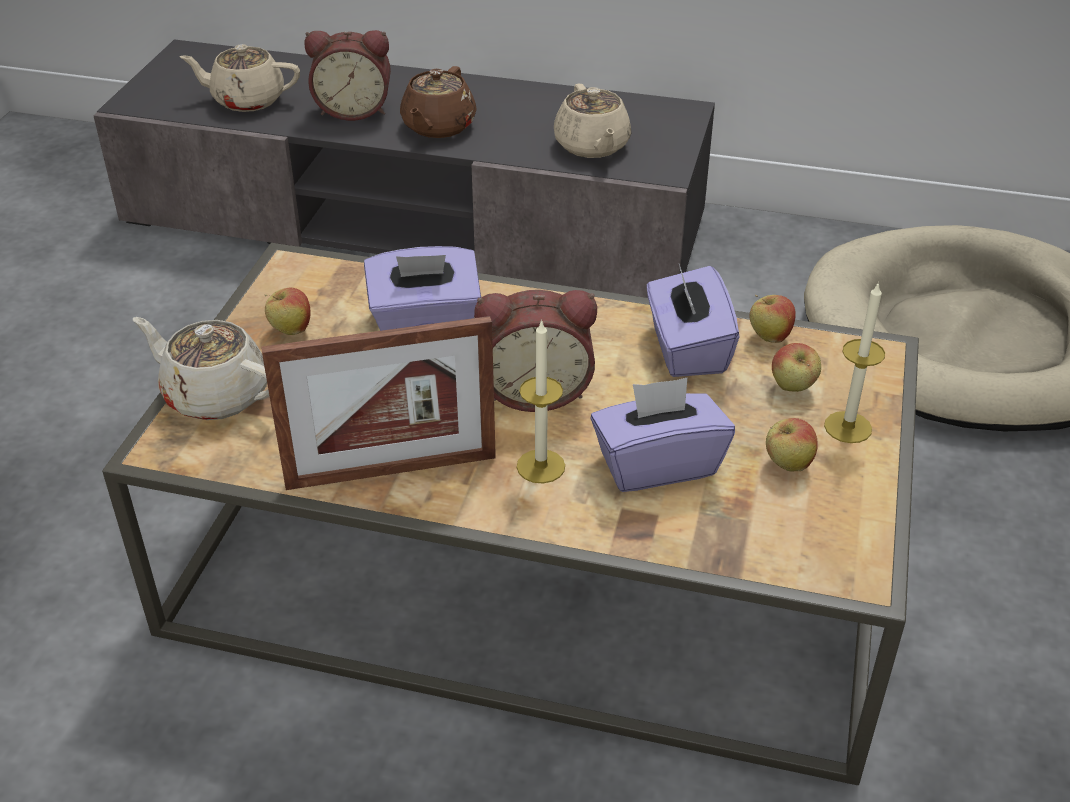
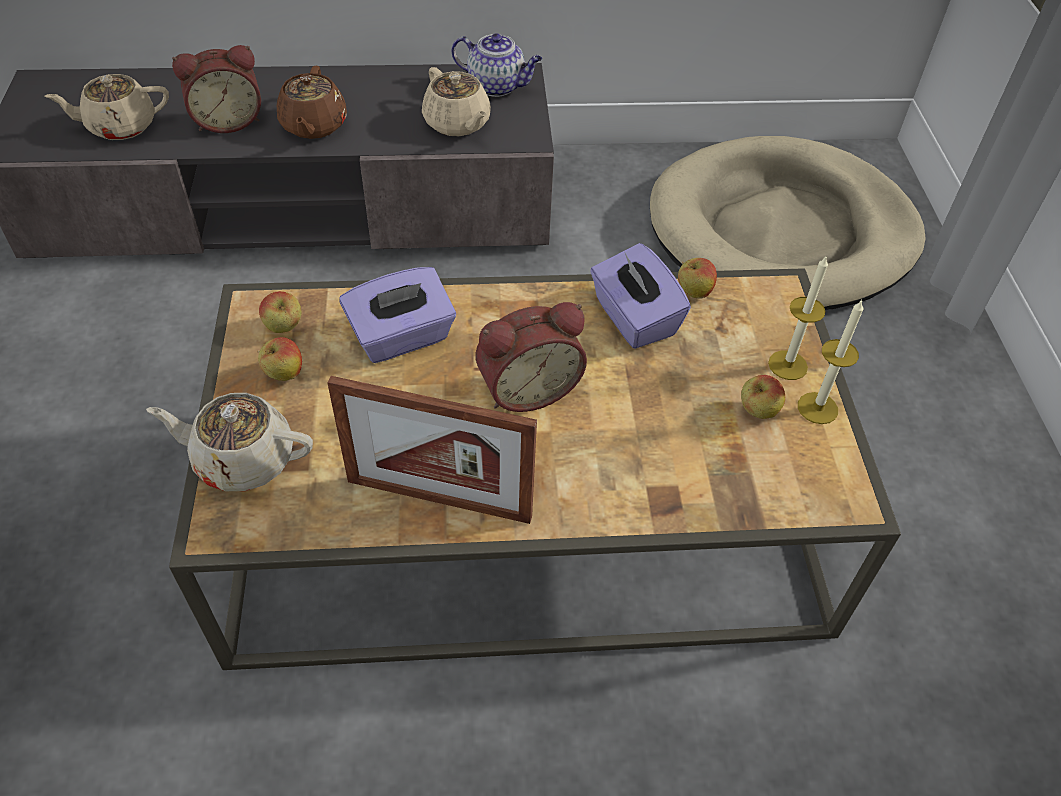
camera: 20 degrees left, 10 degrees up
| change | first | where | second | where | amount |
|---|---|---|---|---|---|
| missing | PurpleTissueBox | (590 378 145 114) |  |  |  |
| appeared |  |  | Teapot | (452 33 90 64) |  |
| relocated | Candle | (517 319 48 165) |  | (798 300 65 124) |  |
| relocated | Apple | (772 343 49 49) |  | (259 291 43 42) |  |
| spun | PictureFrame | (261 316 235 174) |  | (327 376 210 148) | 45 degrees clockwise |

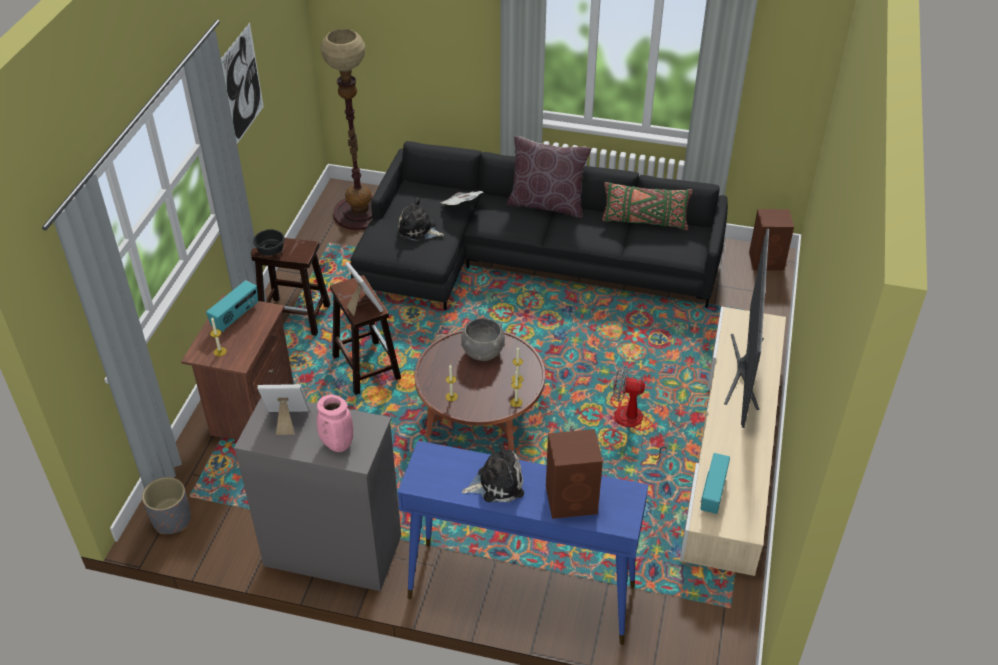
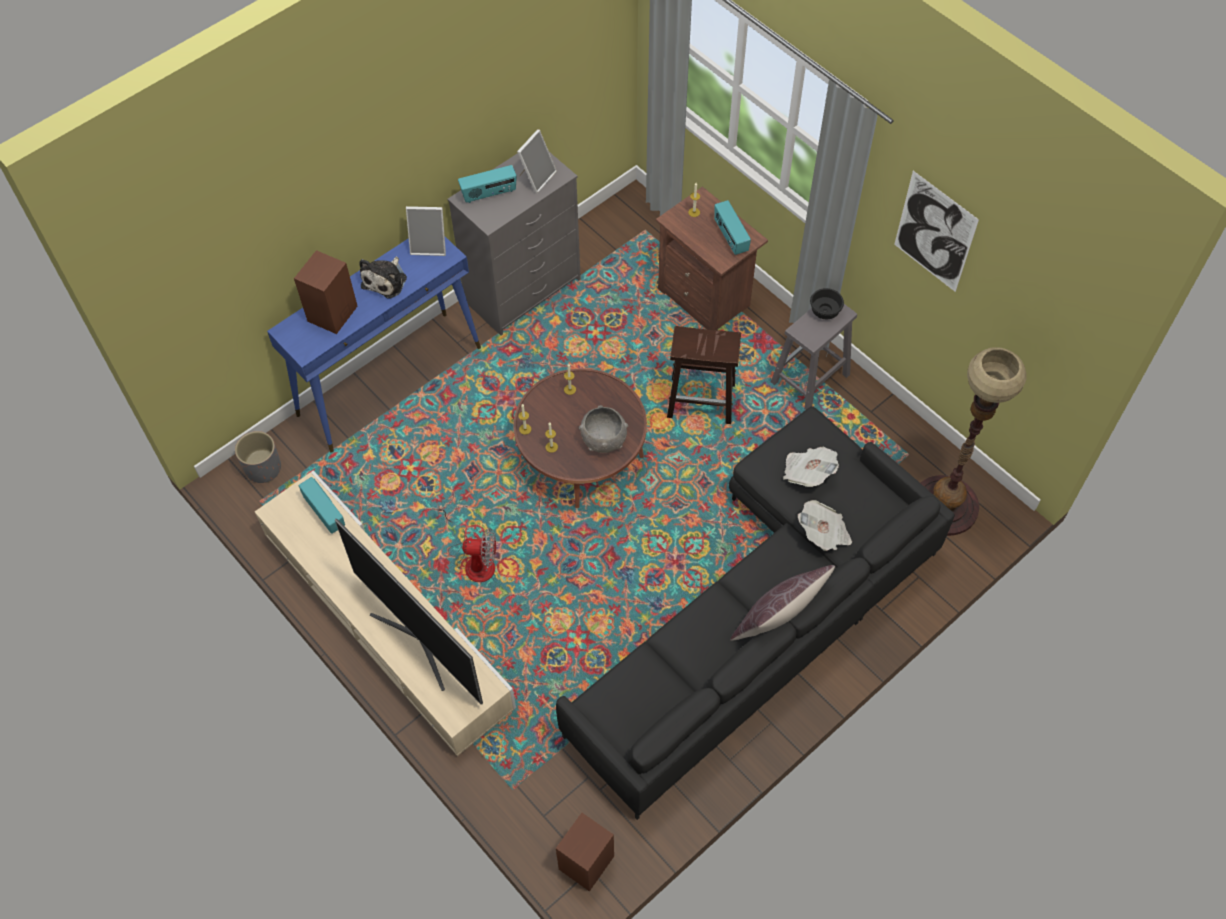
camera: 125 degrees right, 15 degrees up
| change | first | where | second | where | amount |
|---|---|---|---|---|---|
| missing | GreenPillow | (602 182 91 48) |  |  |  |
| relocated | GreyPlanter | (142 477 49 57) |  | (235 431 46 52) |  |
| relocated | PictureFrame | (345 262 38 54) |  | (406 206 40 50) |  |
| exchanged | PinkVase | (317 395 36 57) | Radio | (458 165 59 38) |  |
| exchanged | PlushToy | (397 198 47 43) | Newspaper | (783 447 56 40) |  |
| colour | BrownStool | (251 238 79 98) | GreyStool | (771 304 86 106) |  |
| spun | Fan | (613 366 55 94) |  | (437 504 59 78) | 45 degrees clockwise |

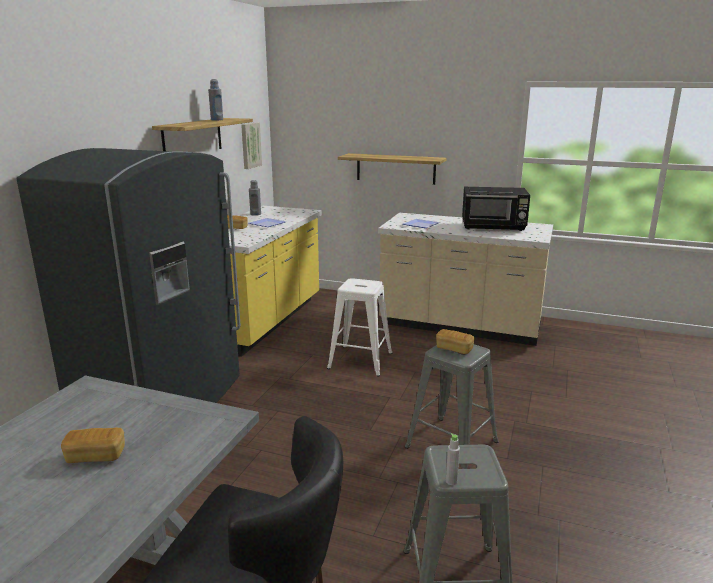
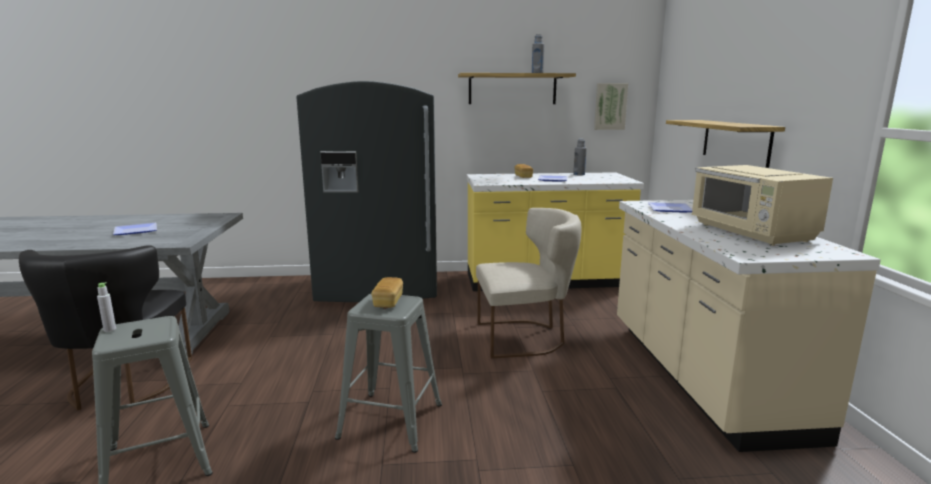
camera: 65 degrees right, 5 degrees down
| change | first | where | second | where | amount |
|---|---|---|---|---|---|
| exchanged | Bread | (61 427 64 36) | Plate | (113 223 44 12) |  |
| exchanged | WhiteStool | (327 278 65 98) | BeigeChair | (476 208 106 150) |  |
| colour | BlackMicrowave | (462 187 68 44) | BeigeMicrowave | (691 165 142 81) |  |

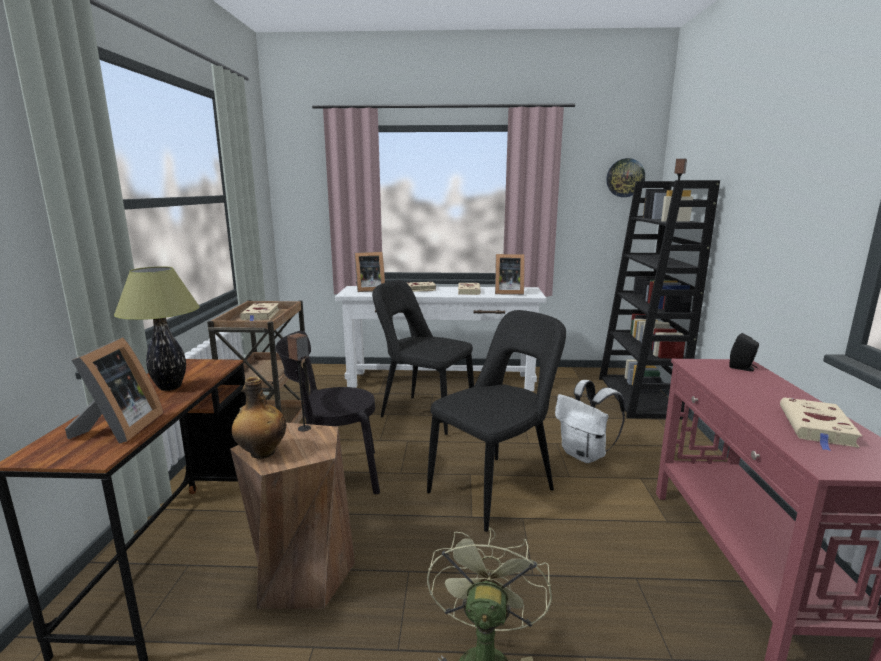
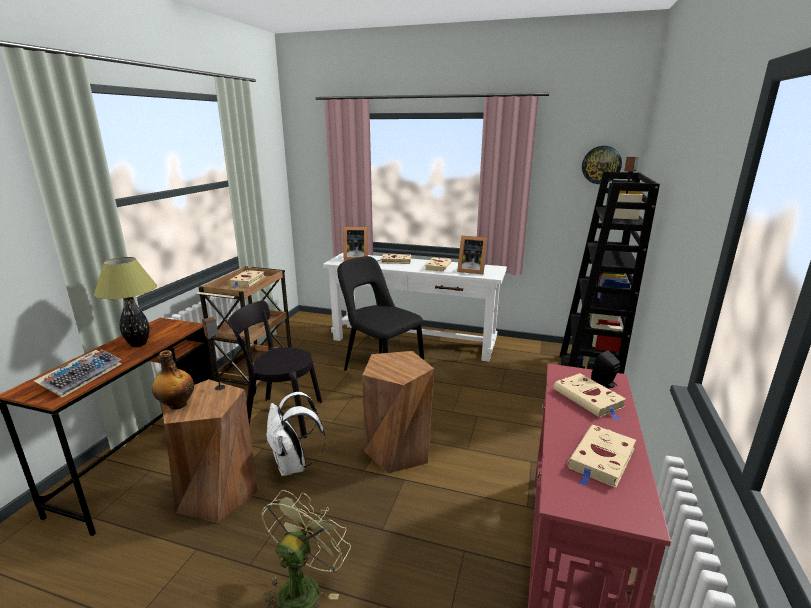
camera: 15 degrees right, 5 degrees up
| change | first | where | second | where | amount |
|---|---|---|---|---|---|
| appeared |  |  | BeigeBook | (553 373 73 48) |  |
| relocated | WhiteBackpack | (555 380 70 83) |  | (267 392 59 84) |  |
| exchanged | PictureFrame | (65 337 98 107) | Keyboard | (34 349 87 49) |  |
| exchanged | BlackChair | (427 310 139 222) | BrownStool | (362 351 72 122) |  |

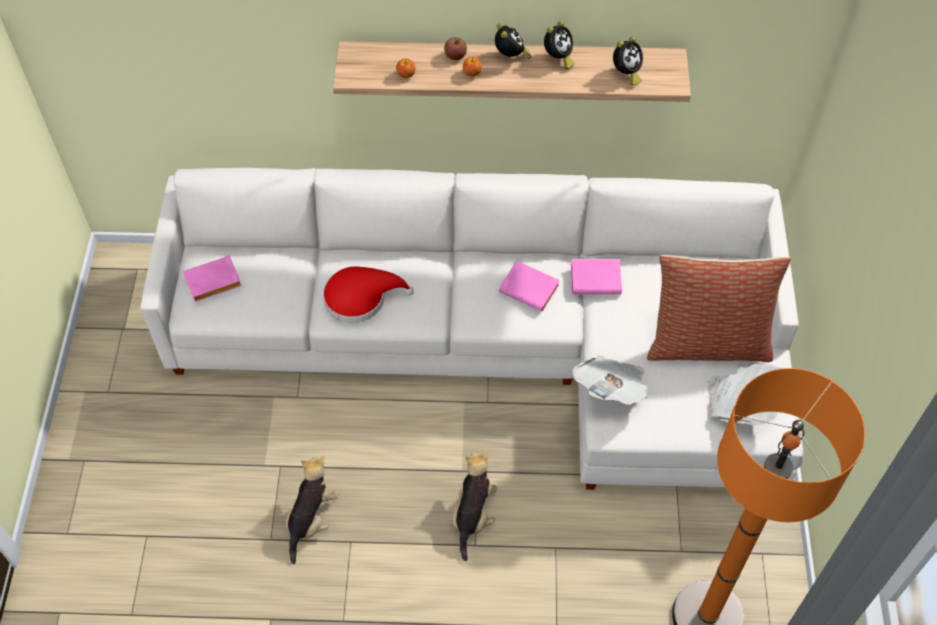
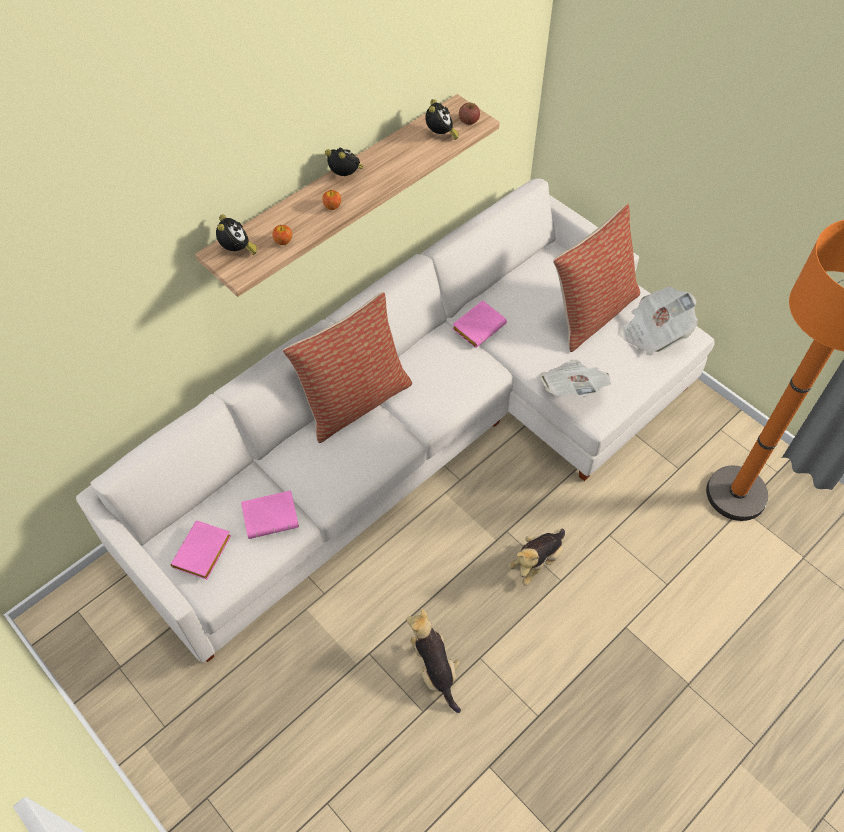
camera: 45 degrees left, 0 degrees up
| change | first | where | second | where | amount |
|---|---|---|---|---|---|
| missing | RedHat | (323 267 91 56) |  |  |  |
| appeared |  |  | Pillow | (283 292 129 151) |  |
| relocated | Apple | (444 37 23 23) |  | (459 103 21 22) |  |
| relocated | PinkBook | (499 261 61 51) |  | (241 490 58 49) |  |
| relocated | AlarmClock | (544 21 31 48) |  | (216 215 41 40) |  |
| spun | PlushToy | (453 450 44 111) |  | (508 528 57 58) | 105 degrees counterclockwise |

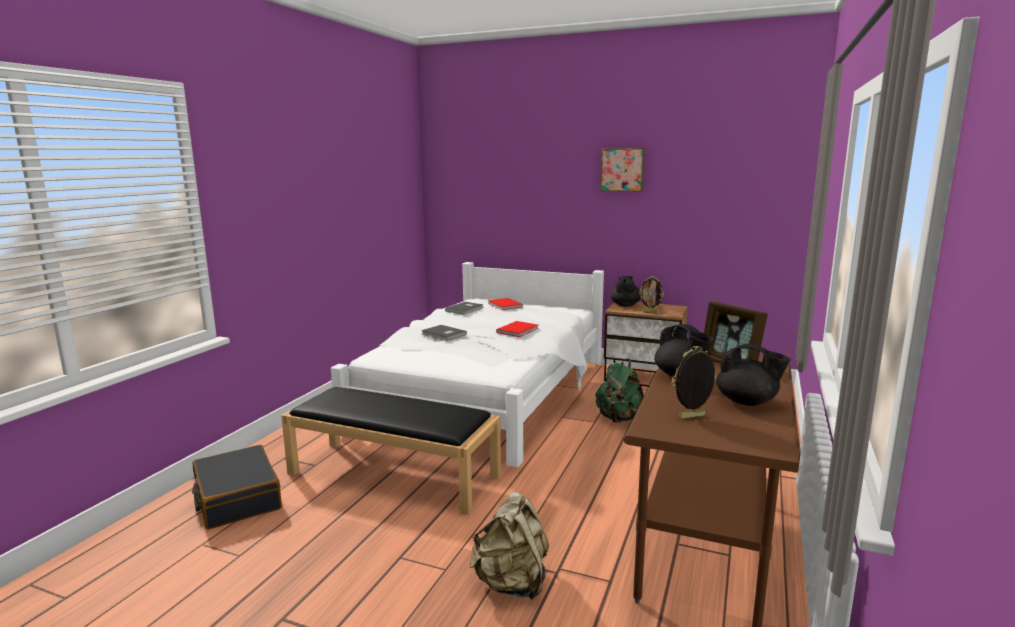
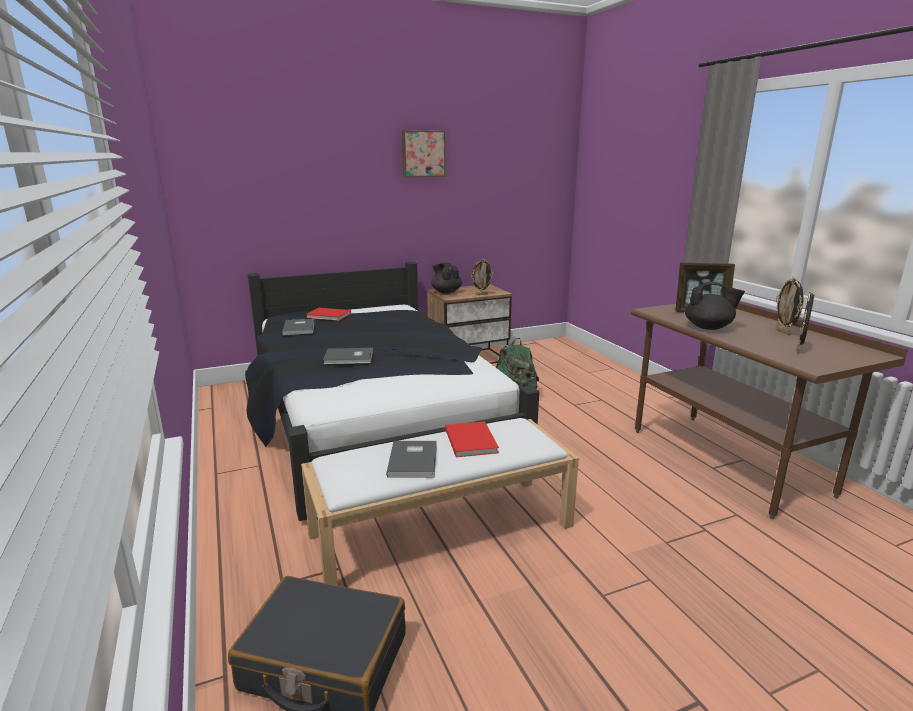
camera: 45 degrees left, 5 degrees up
| change | first | where | second | where | amount |
|---|---|---|---|---|---|
| missing | BeigeBackpack | (470 492 79 108) |  |  |  |
| appeared |  |  | GreyBook | (386 441 51 37) |  |
| relocated | RedBook | (496 321 43 16) |  | (445 421 54 36) |  |
| exchanged | BlackTeapot | (716 344 75 62) | PictureFrame | (776 277 28 59) |  |
| colour | BlackBench | (281 387 220 128) | WhiteBench | (301 418 278 168) |  |
| colour | WhiteBed | (331 262 273 206) | BlackBed | (245 261 294 260) |  |

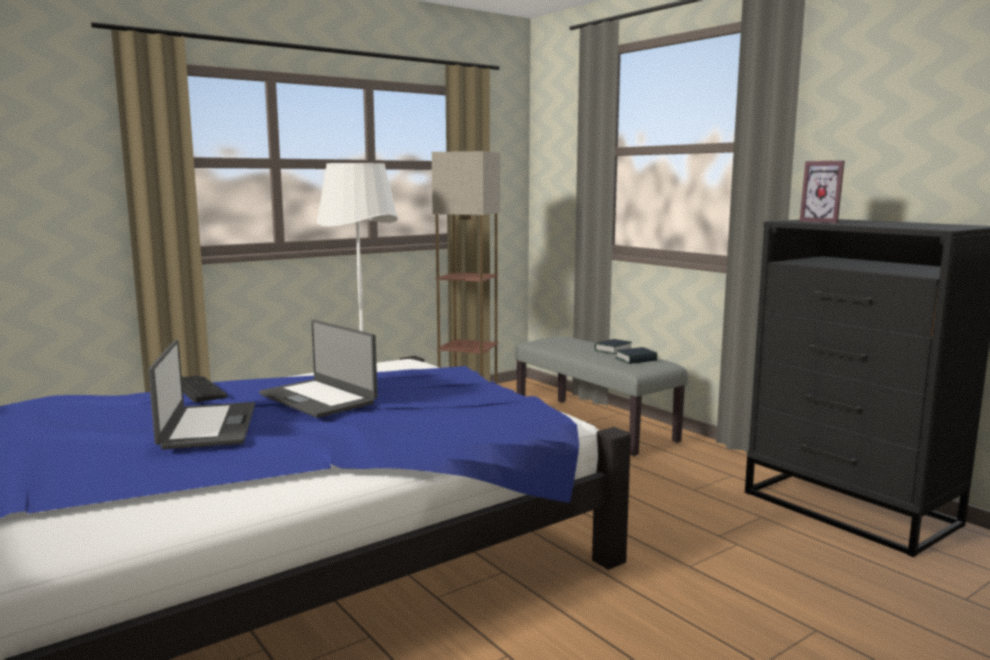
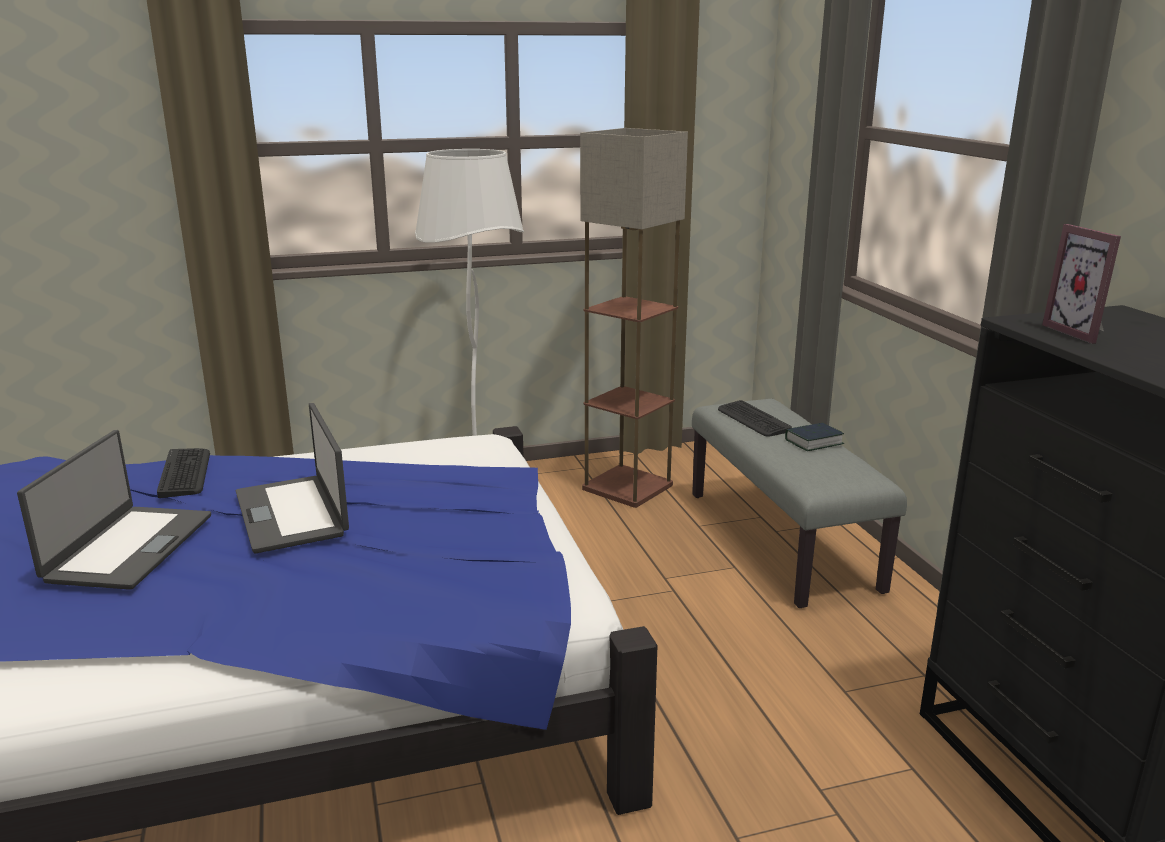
camera: 20 degrees right, 10 degrees up
| change | first | where | second | where | amount |
|---|---|---|---|---|---|
| missing | Book | (616 347 41 17) |  |  |  |
| appeared |  |  | Keyboard | (718 400 74 37) |  |

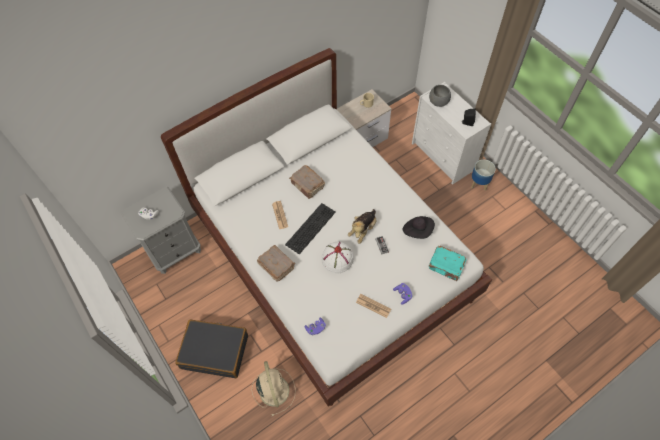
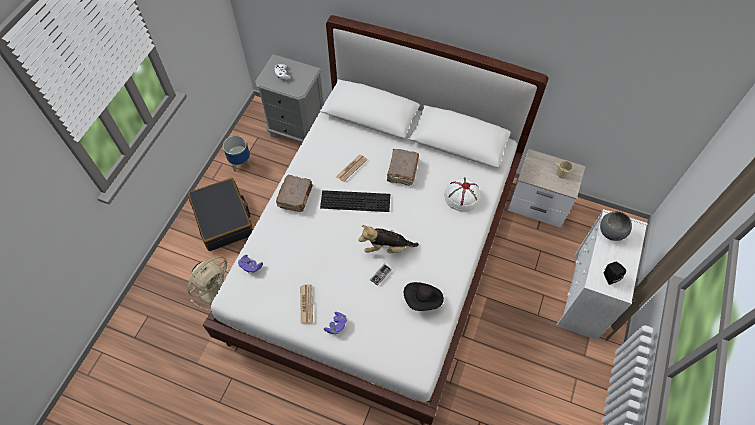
camera: 55 degrees right, 0 degrees up
| change | first | where | second | where | amount |
|---|---|---|---|---|---|
| missing | TurquoiseBook | (429 246 38 35) |  |  |  |
| relocated | WhiteHat | (321 242 33 31) |  | (444 178 36 34) |  |
| relocated | Planter | (471 160 25 31) |  | (223 135 28 37) |  |

